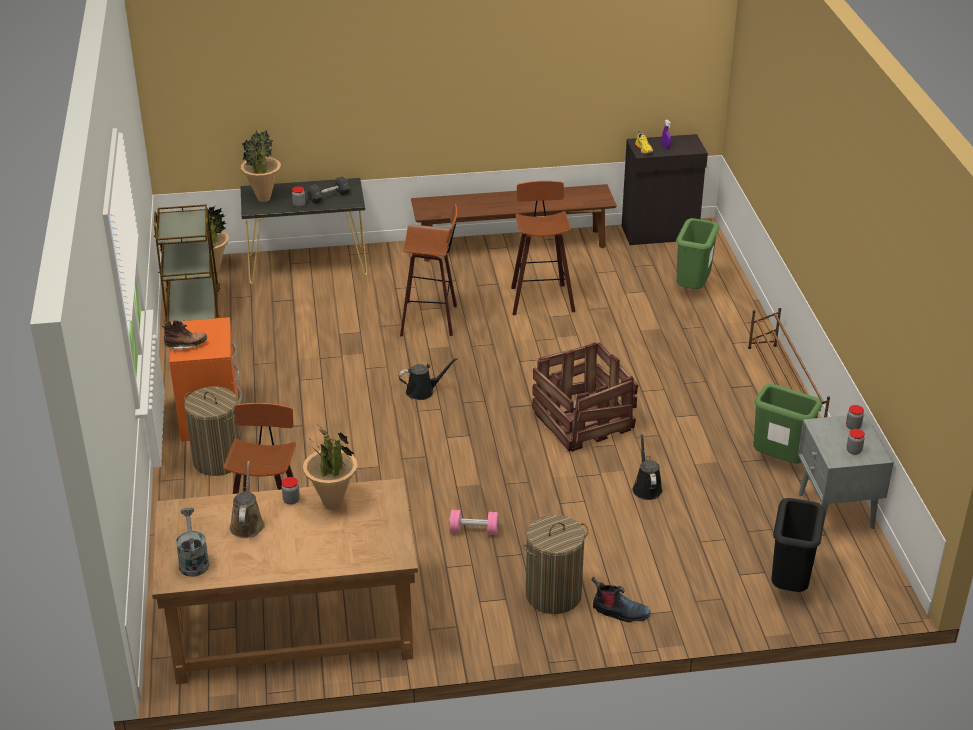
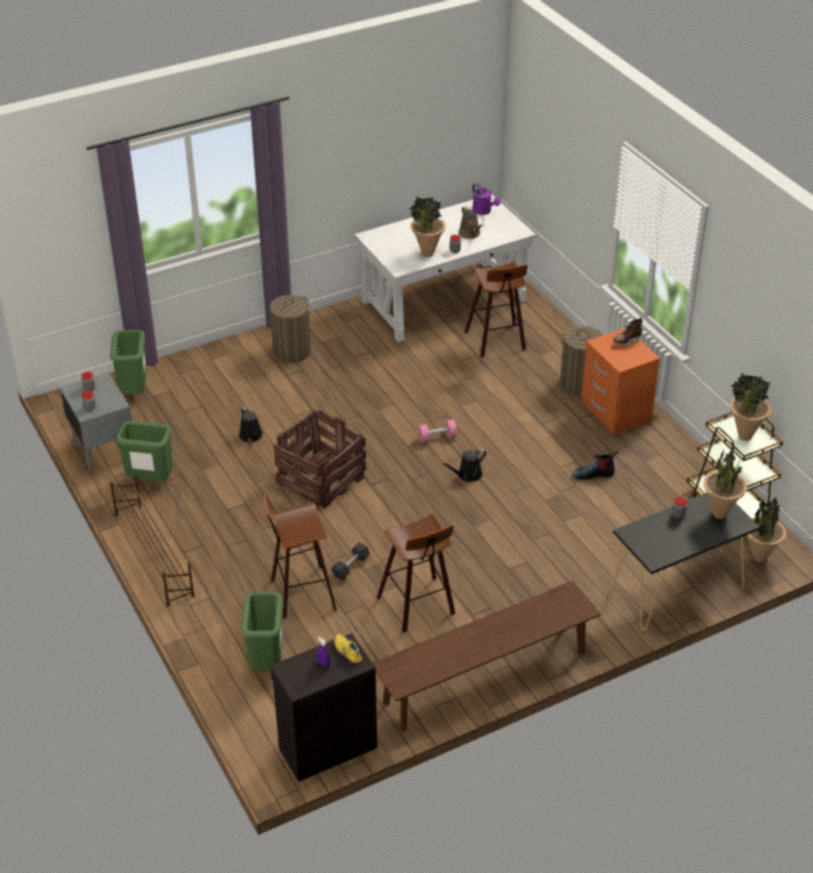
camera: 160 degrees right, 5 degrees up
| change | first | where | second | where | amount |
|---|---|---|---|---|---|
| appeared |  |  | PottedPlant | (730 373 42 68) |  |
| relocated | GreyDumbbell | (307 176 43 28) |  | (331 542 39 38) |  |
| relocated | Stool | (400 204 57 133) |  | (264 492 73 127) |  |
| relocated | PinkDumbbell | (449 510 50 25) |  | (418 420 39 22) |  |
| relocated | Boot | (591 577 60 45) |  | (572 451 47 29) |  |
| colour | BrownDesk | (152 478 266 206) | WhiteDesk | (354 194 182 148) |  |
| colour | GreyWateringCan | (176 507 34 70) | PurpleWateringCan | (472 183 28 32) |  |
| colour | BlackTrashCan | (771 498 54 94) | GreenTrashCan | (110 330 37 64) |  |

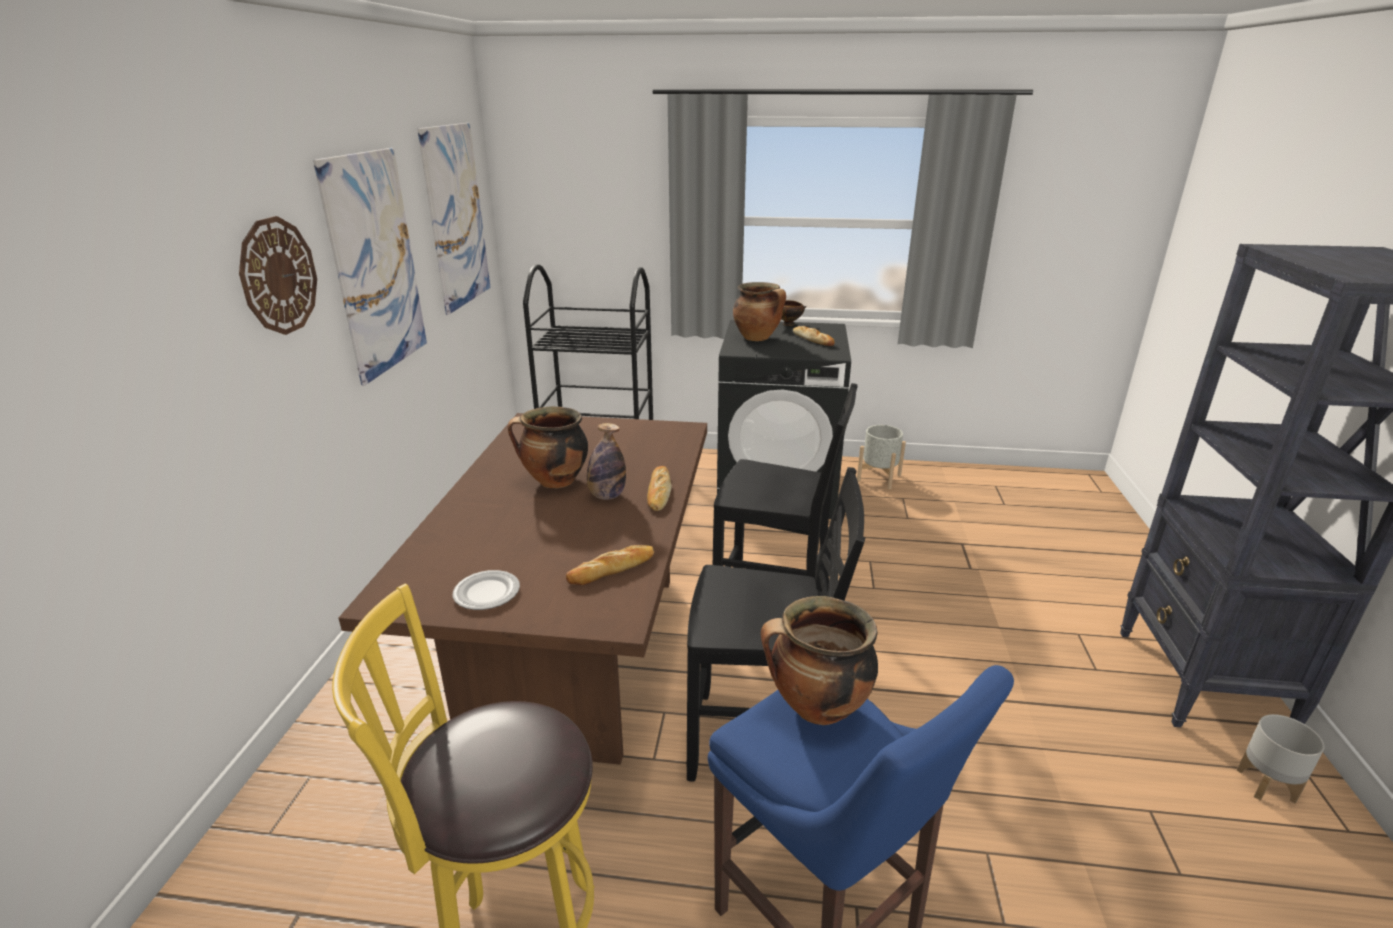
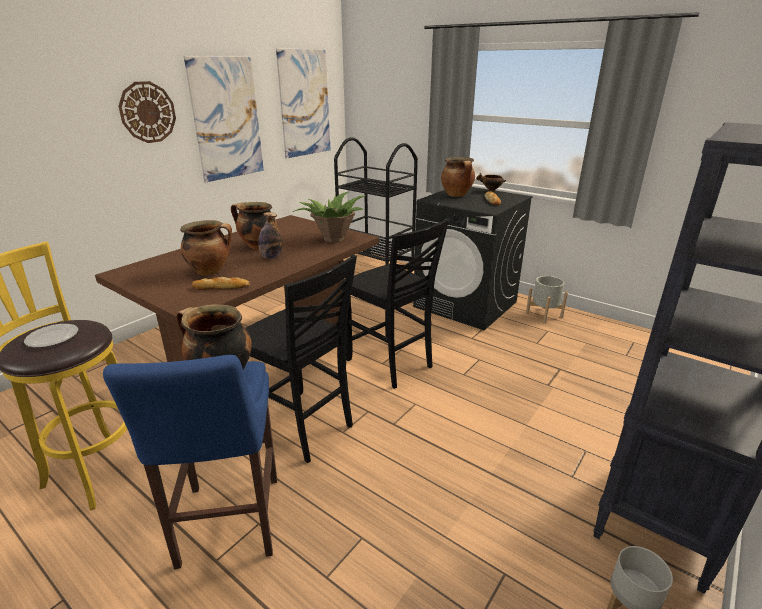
camera: 30 degrees right, 0 degrees up
| change | first | where | second | where | amount |
|---|---|---|---|---|---|
| missing | Bread | (647 466 25 45) |  |  |  |
| appeared |  |  | CookingPot | (180 220 52 55) |  |
| appeared |  |  | PottedPlant | (292 192 74 50) |  |
| relocated | Plate | (453 570 67 40) |  | (24 324 54 24) |  |

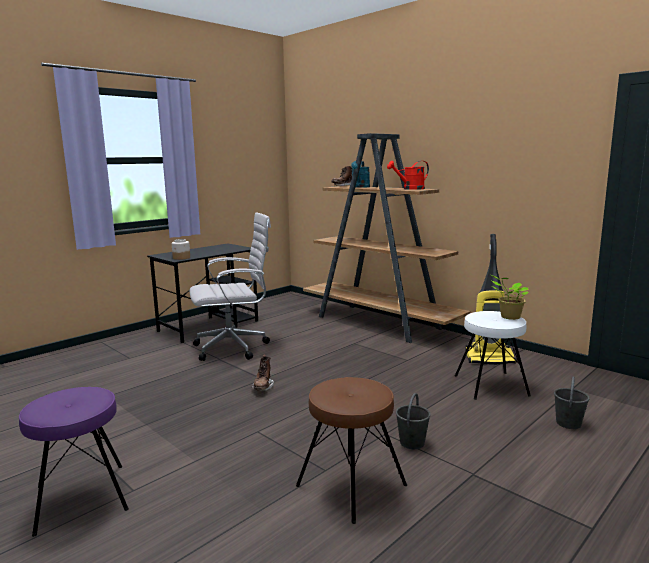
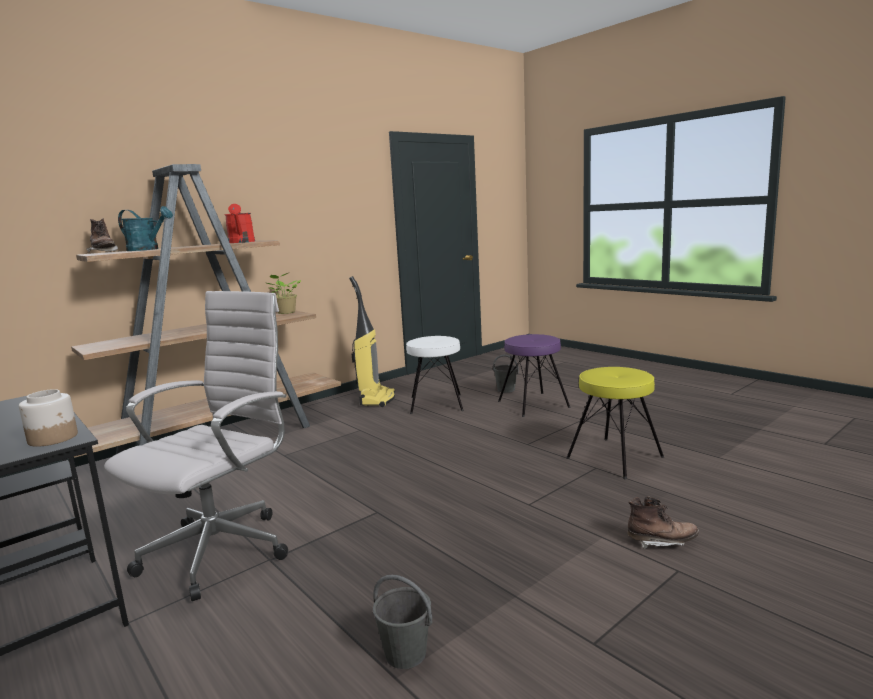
camera: 85 degrees left, 0 degrees up
| change | first | where | second | where | amount |
|---|---|---|---|---|---|
| relocated | PurpleStool | (19 387 110 150) |  | (498 334 73 83) |  |
| relocated | BrownBoot | (252 354 22 37) |  | (627 496 72 53) |  |
| relocated | GreyBucket | (396 393 35 56) |  | (373 575 59 94) |  |
| relocated | PottedPlant | (491 275 37 45) |  | (267 273 34 41) |  |
| colour | BrownStool | (296 377 111 147) | YellowStool | (566 367 98 112) |  |
| spun | WhiteOfficeChair | (190 212 81 149) |  | (104 291 184 310) | 45 degrees clockwise |

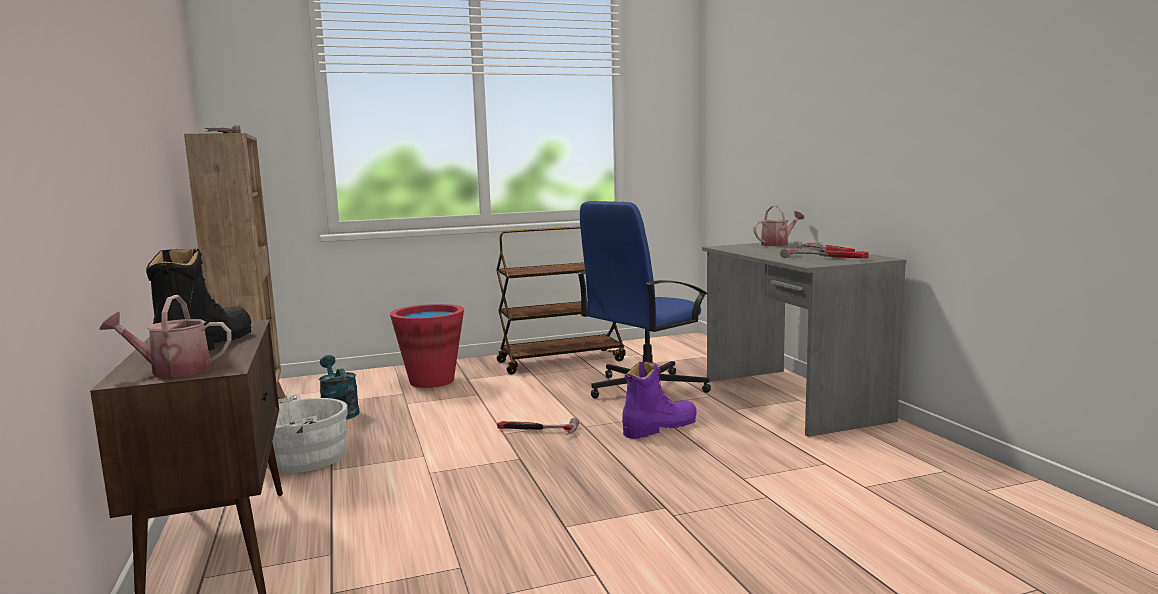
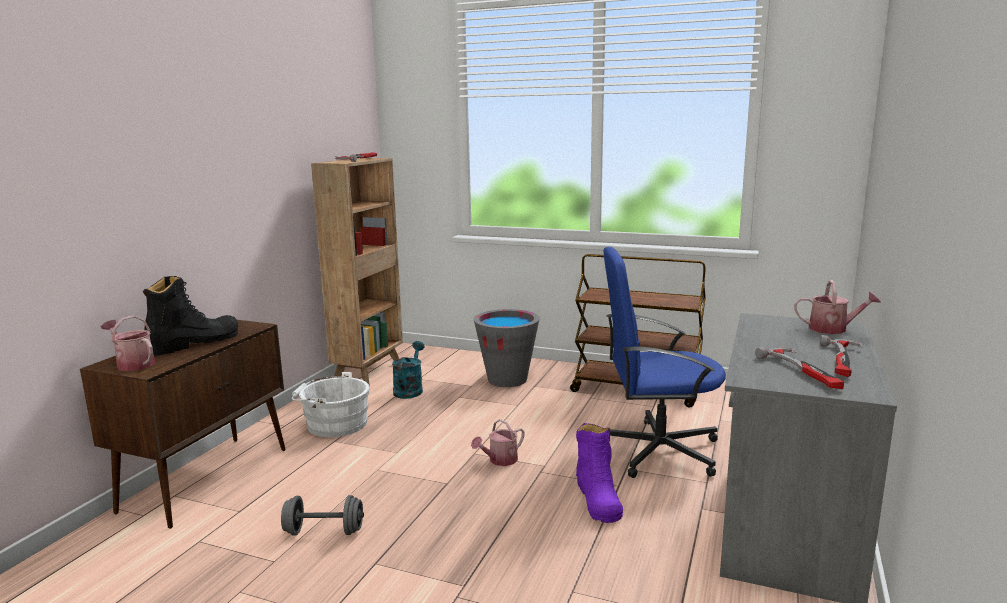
camera: 40 degrees right, 5 degrees up
| change | first | where | second | where | amount |
|---|---|---|---|---|---|
| appeared |  |  | GreyDumbbell | (281 495 83 40) |  |
| exchanged | Hammer | (497 418 82 17) | WateringCan | (471 419 54 47) |  |
| colour | RedBucket | (390 304 74 84) | GreyBucket | (474 309 65 78) |  |
| spun | PurpleBoot | (622 362 75 77) |  | (576 423 47 100) | 75 degrees clockwise |

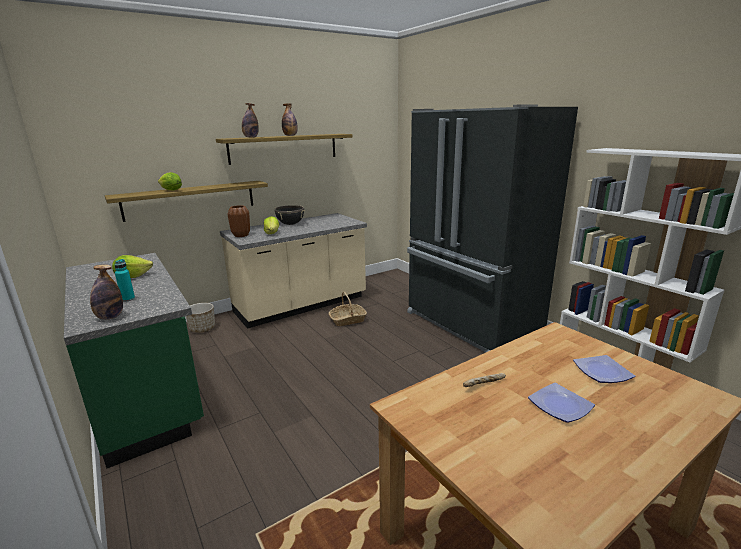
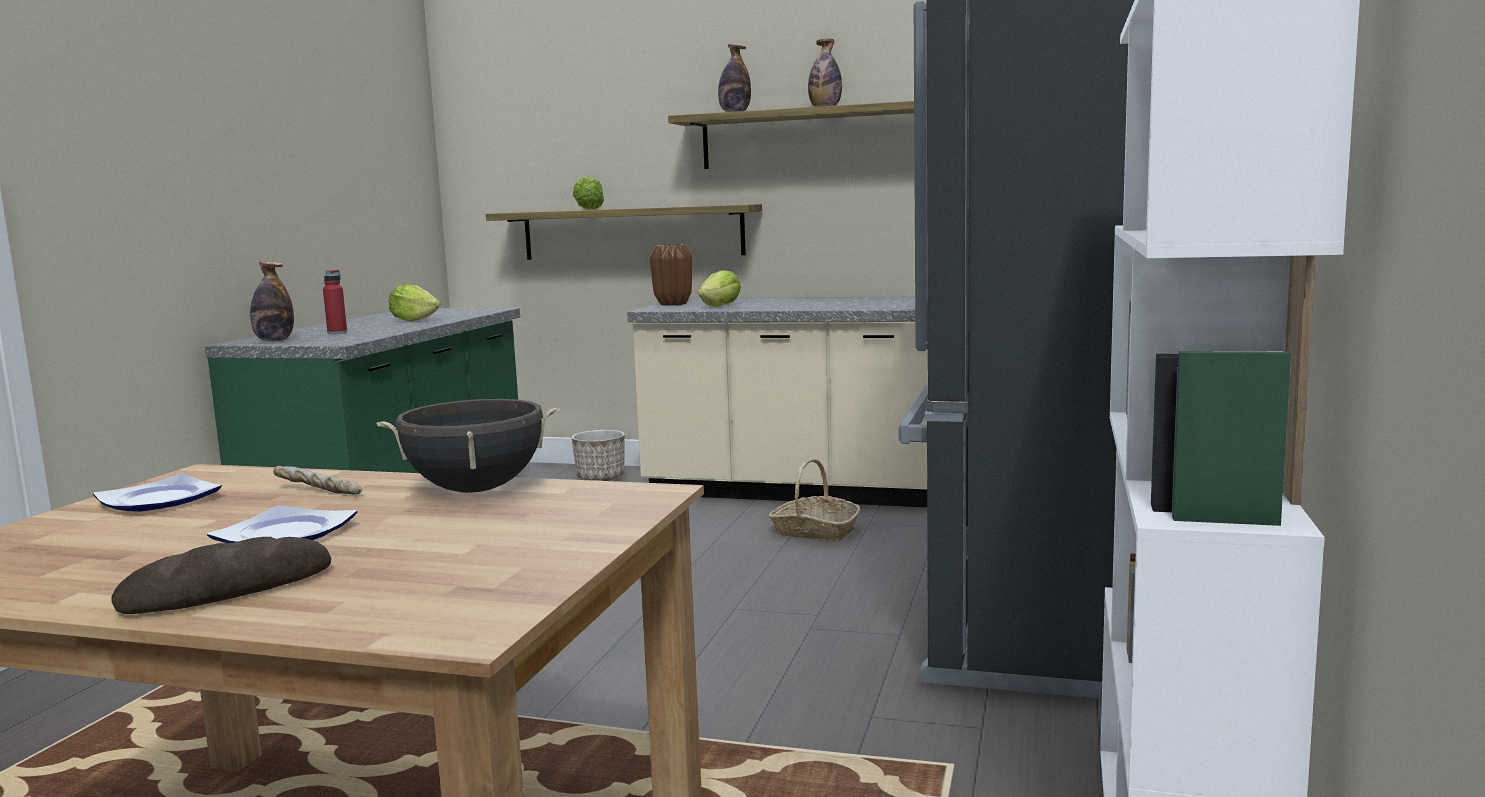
camera: 50 degrees right, 10 degrees down
| change | first | where | second | where | amount |
|---|---|---|---|---|---|
| appeared |  |  | Bread | (112 537 219 77) |  |
| relocated | BlackCookingPot | (275 205 30 20) |  | (377 399 183 94) |  |
| relocated | Plate | (573 355 62 28) |  | (93 474 129 38) |  |
| colour | TurquoiseBottle | (115 259 20 43) | RedBottle | (323 270 24 64) |  |

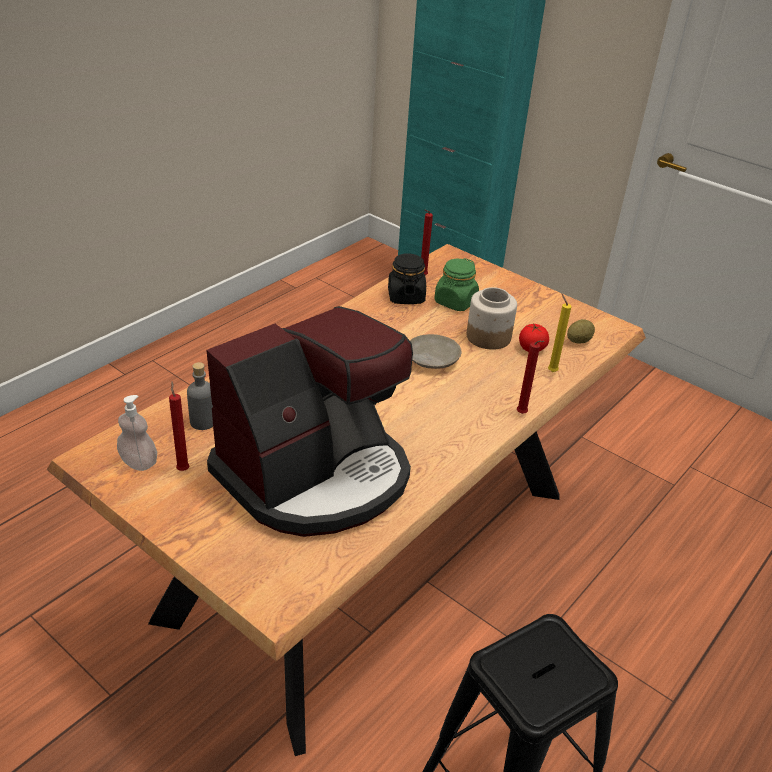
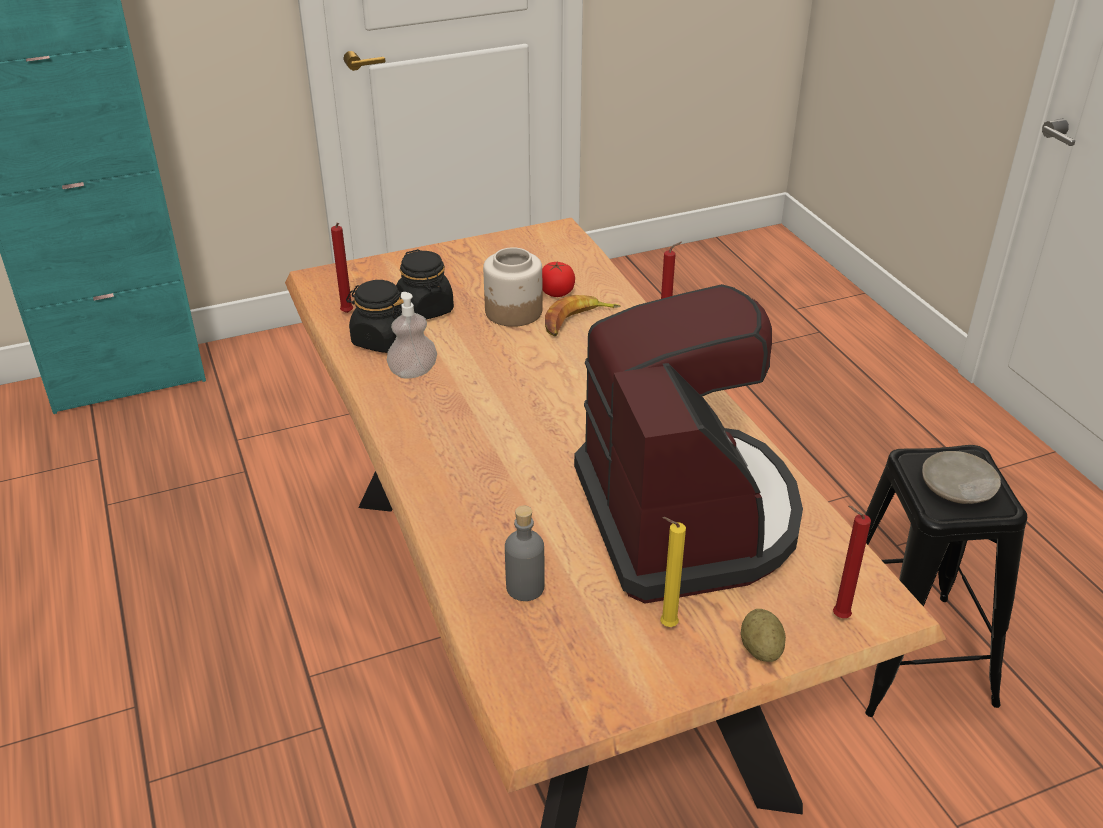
camera: 60 degrees left, 0 degrees up
| change | first | where | second | where | amount |
|---|---|---|---|---|---|
| appeared |  |  | Banana | (545 295 76 41) |  |
| relocated | SoapDispenser | (117 395 40 76) |  | (387 292 50 86) |  |
| relocated | RedCandle | (169 381 21 90) |  | (833 506 38 112) |  |
| relocated | BeigePlate | (410 334 51 35) |  | (922 451 79 53) |  |
| relocated | YellowCandle | (548 294 24 78) |  | (660 517 26 110) |  |
| relocated | Potato | (567 319 28 24) |  | (741 609 45 53) |  |
| colour | GreenJar | (434 258 45 53) | BlackJar | (396 249 58 71) |  |

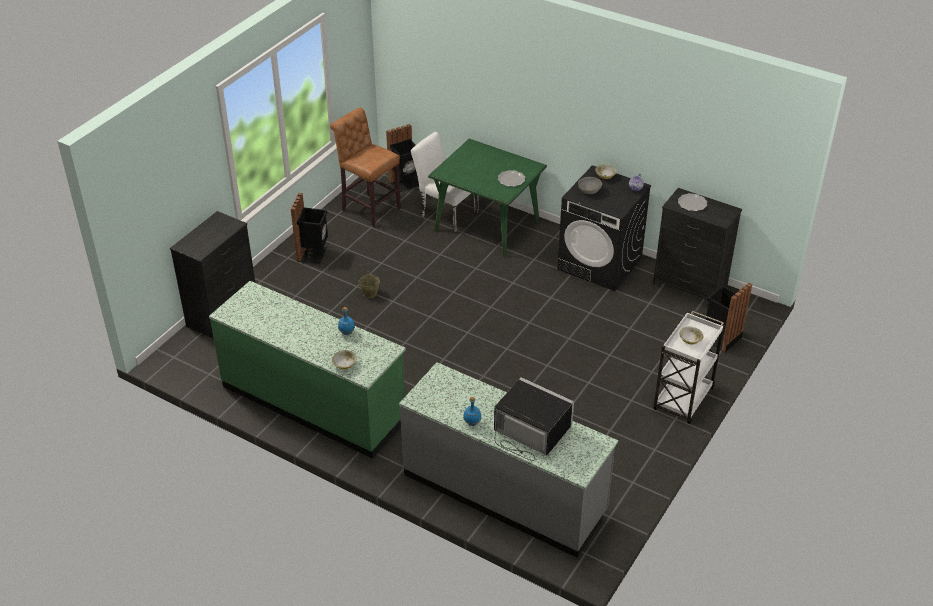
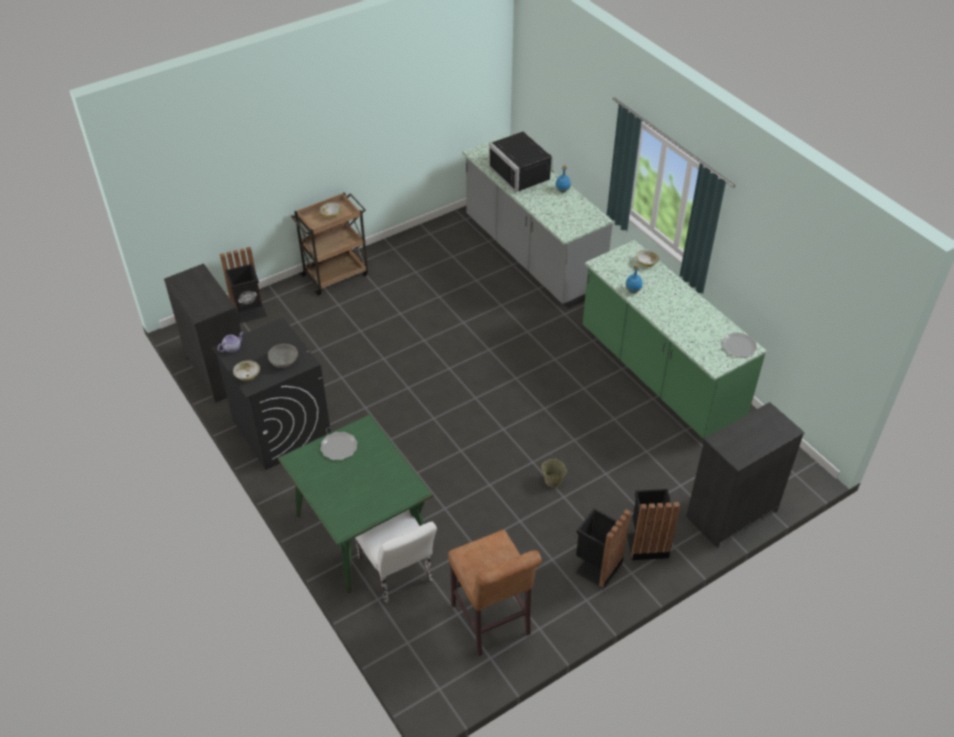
camera: 155 degrees left, 5 degrees up
| change | first | where | second | where | amount |
|---|---|---|---|---|---|
| relocated | BlackTrashCan | (386 124 33 68) |  | (627 489 53 71) |  |
| relocated | Plate | (678 193 29 18) |  | (722 333 35 24) |  |
| colour | WhiteCart | (653 311 72 113) | BrownCart | (291 192 77 103) |  |

